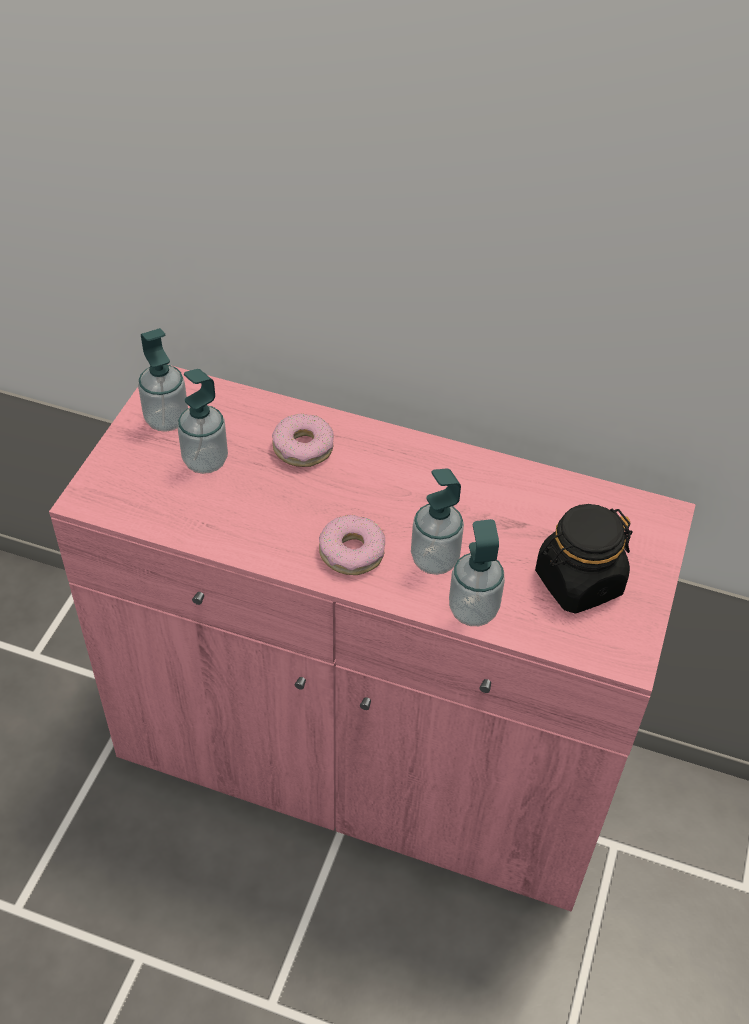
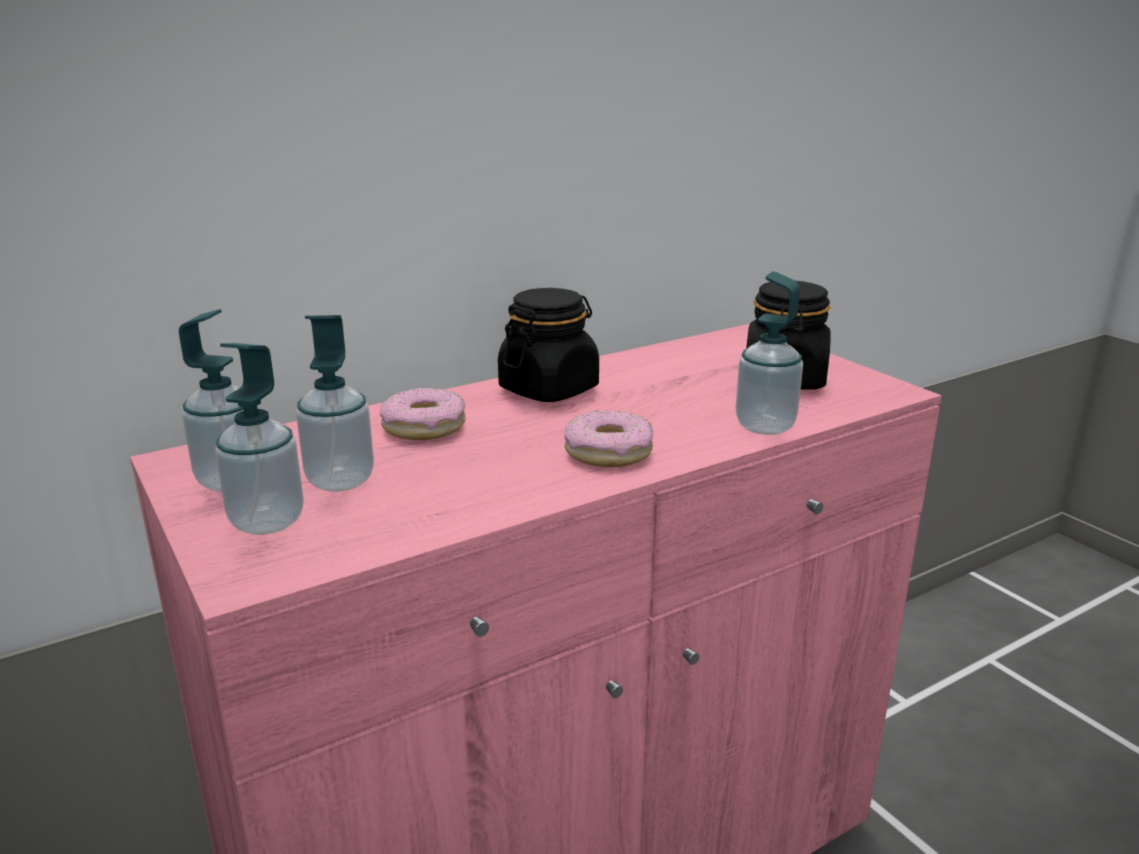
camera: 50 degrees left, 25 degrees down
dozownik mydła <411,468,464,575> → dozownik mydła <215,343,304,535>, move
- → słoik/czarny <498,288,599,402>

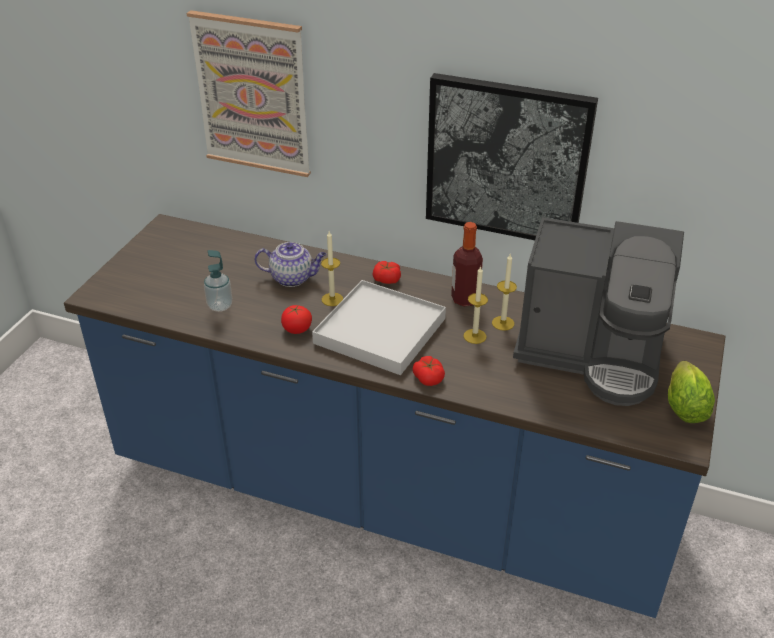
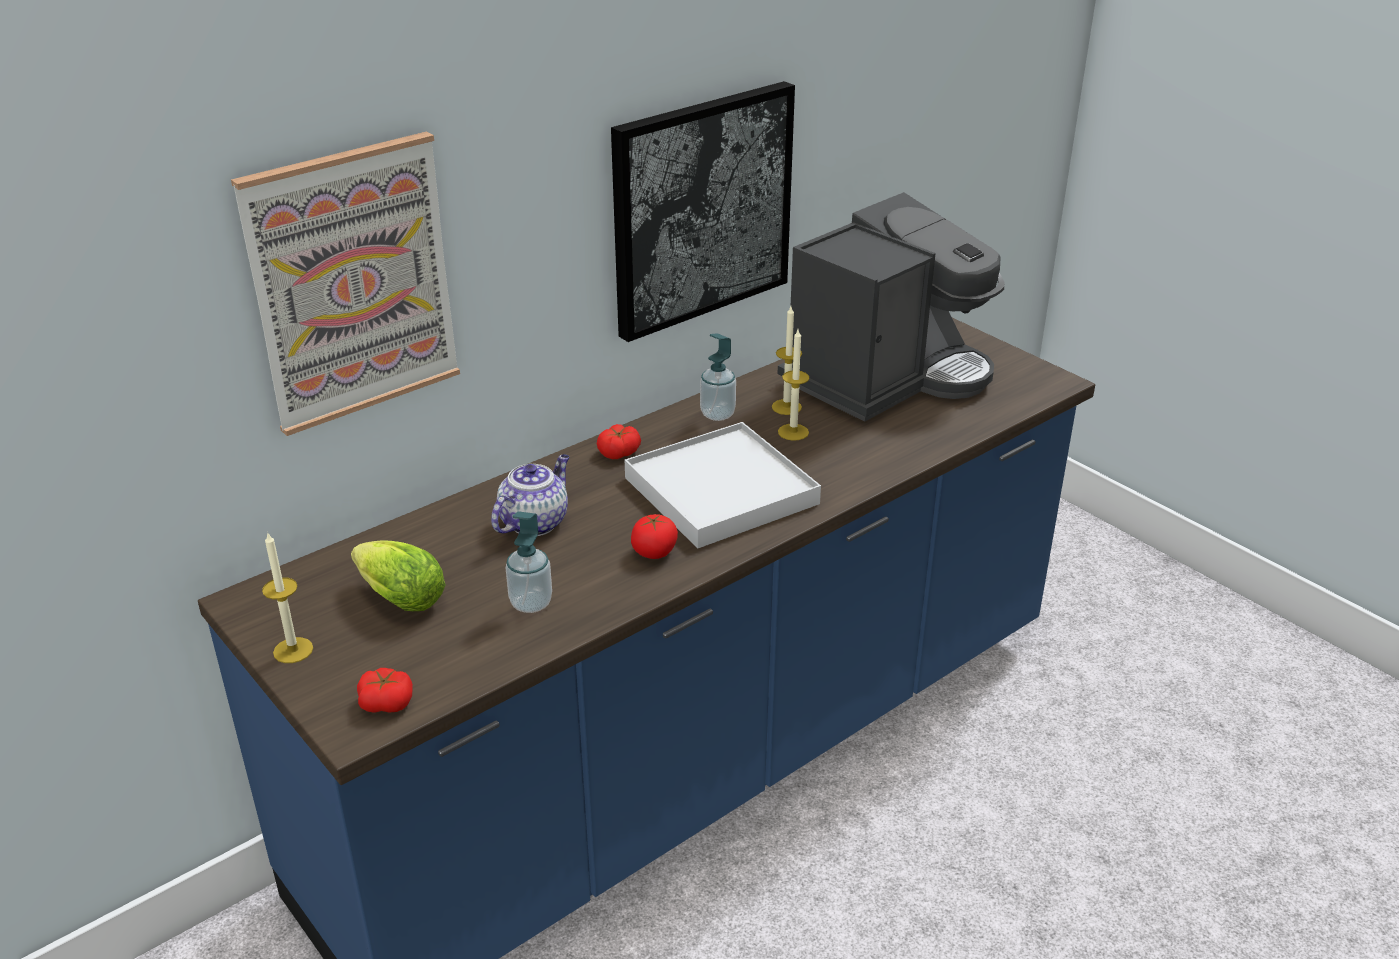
camera: 60 degrees left, 5 degrees down
świeca <321,231,343,306> → świeca <262,533,313,663>, move
sałata <668,361,715,423> → sałata <351,540,446,611>, move
pomidor <412,356,445,386> → pomidor <357,668,413,713>, move
butelka <451,222,483,307> → dozownik mydła <700,333,736,421>

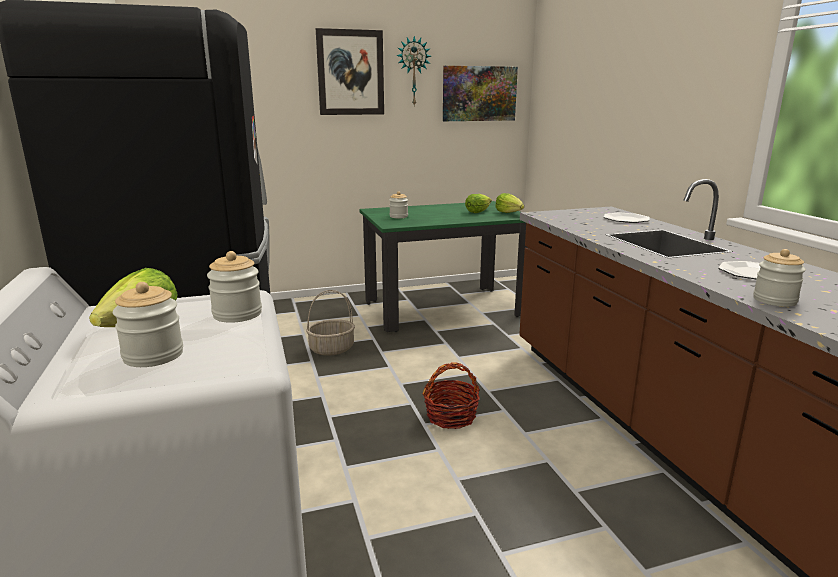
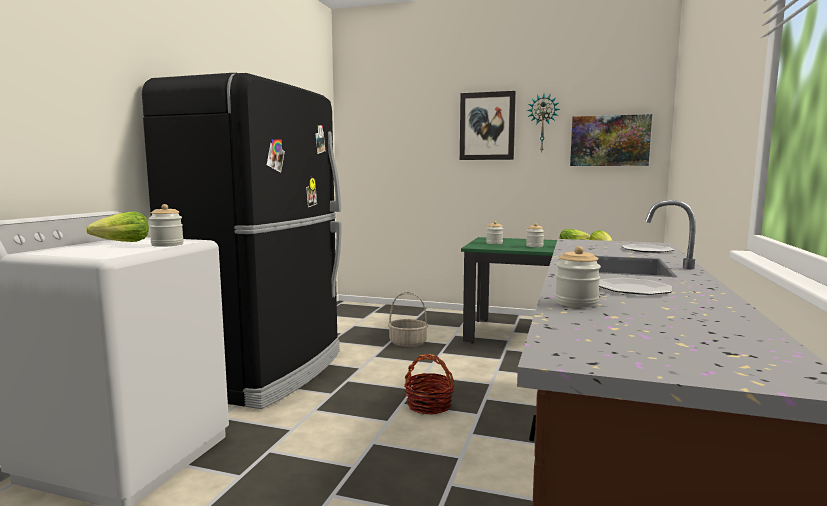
camera: 35 degrees right, 10 degrees down
słoik <113,282,183,367> → słoik <526,223,544,247>, move

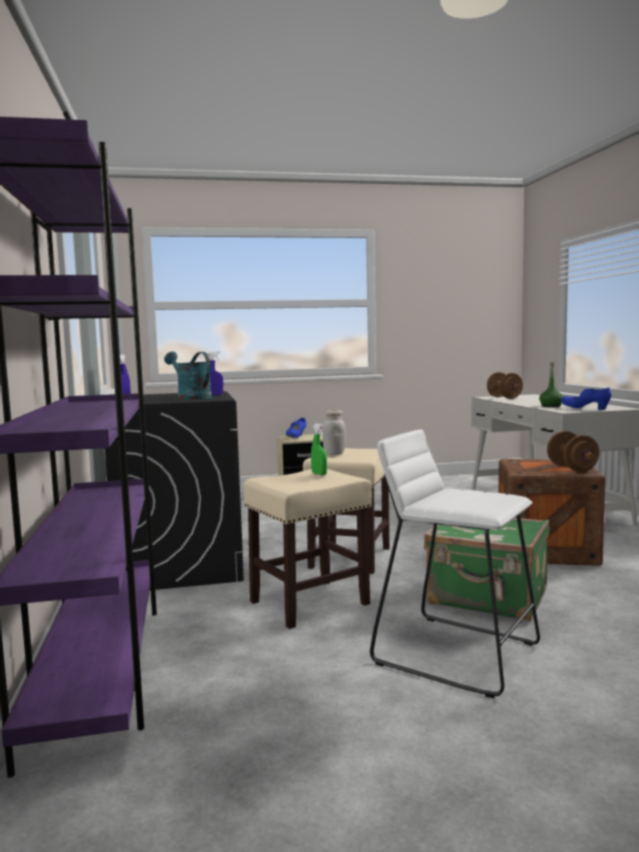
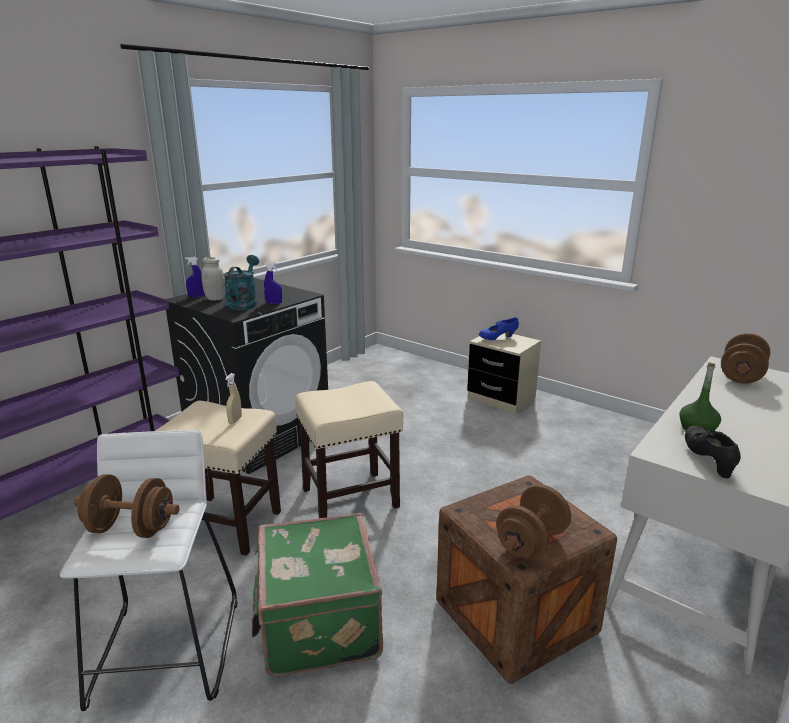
camera: 50 degrees right, 15 degrees up
- → hantel/brązowy <74,474,179,538>
słoik/biały <322,410,346,455> → słoik/biały <201,257,225,301>, move
spryskiwacz/zielony <311,424,327,475> → spryskiwacz/beżowy <225,373,242,424>
but/niebieski <561,387,611,410> → but/czarny <685,425,741,478>

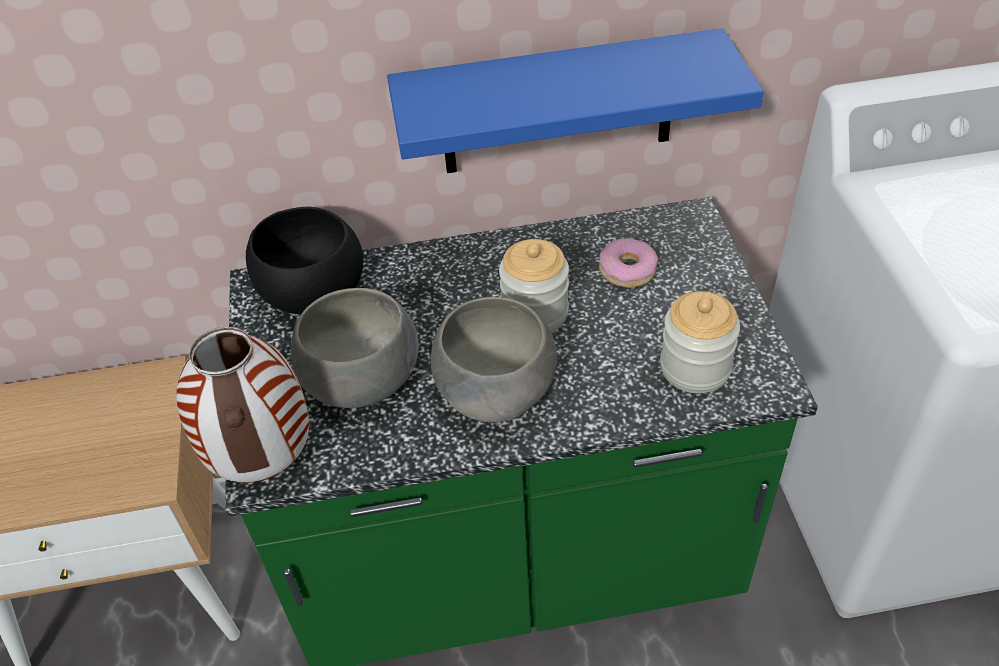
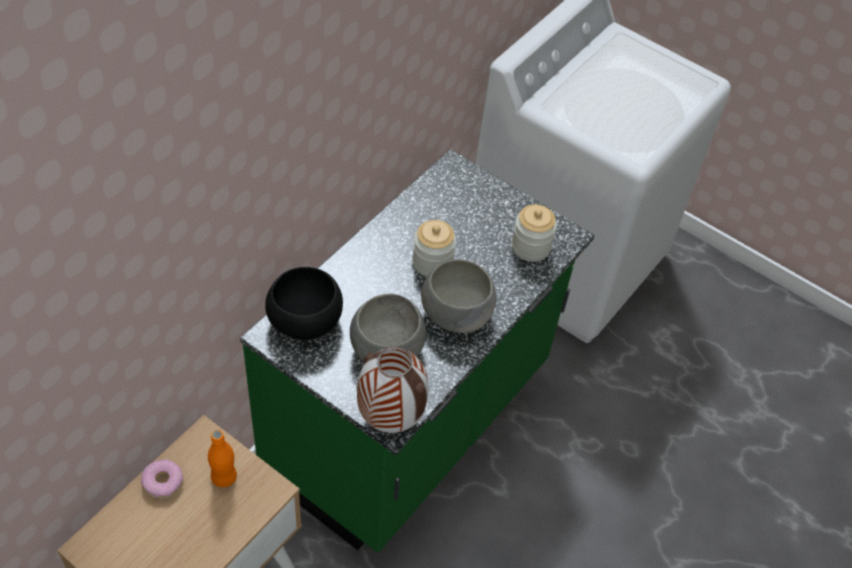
camera: 50 degrees left, 5 degrees up
donut <599,238,658,288> → donut <141,459,183,499>, move
- → butelka/pomarańczowy <208,430,237,487>
półka/niebieski <387,28,764,173> → -

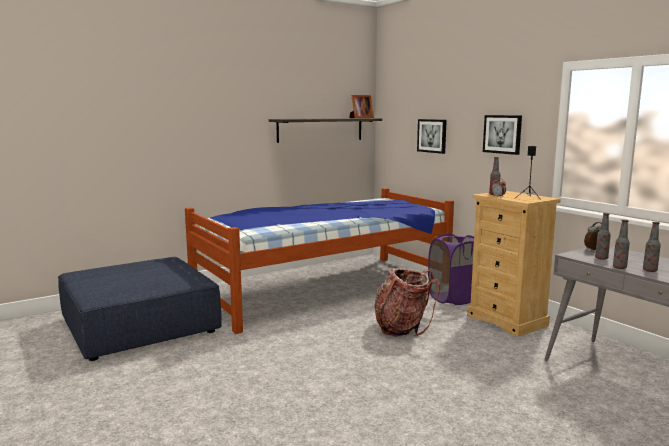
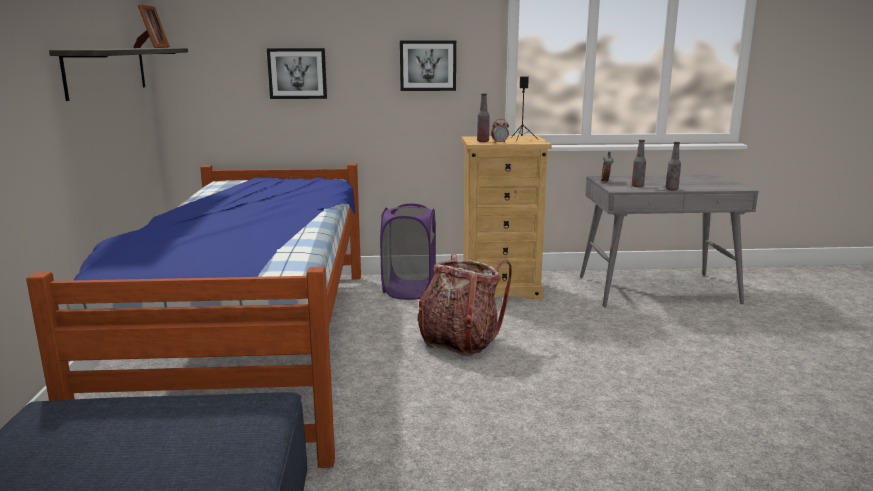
camera: 60 degrees left, 5 degrees up
butelka <643,222,661,272> → -

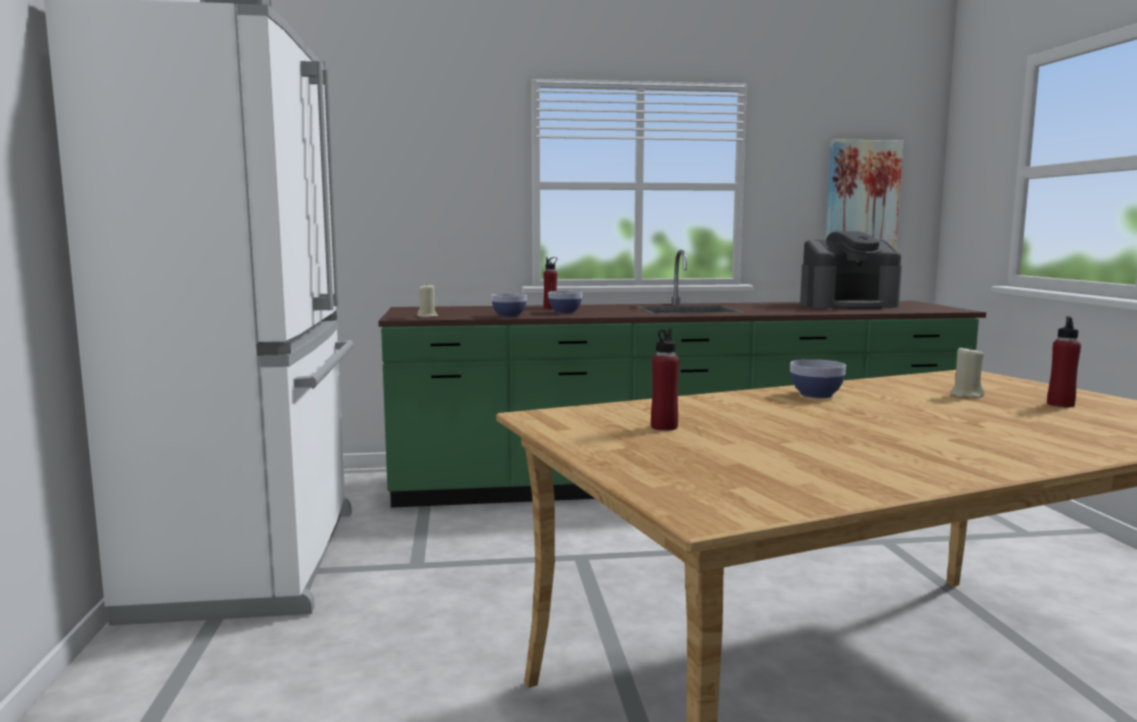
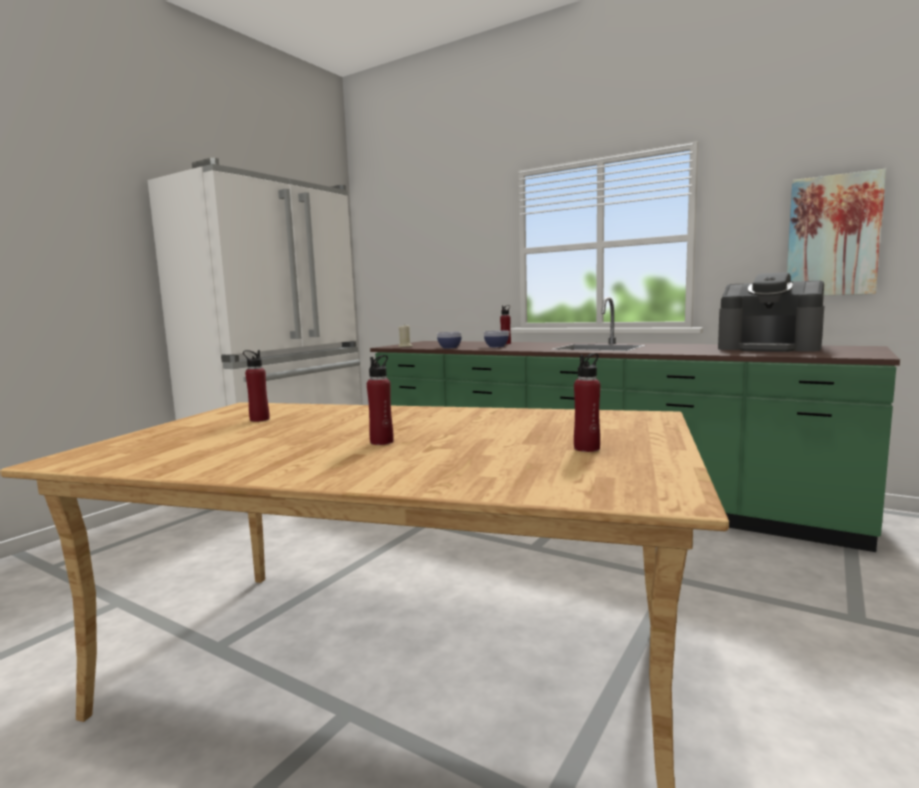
camera: 40 degrees right, 0 degrees up
- → butelka/czerwony <367,355,394,445>
miska <790,359,846,398> → -
świeca/beżowy <950,346,984,398> → -

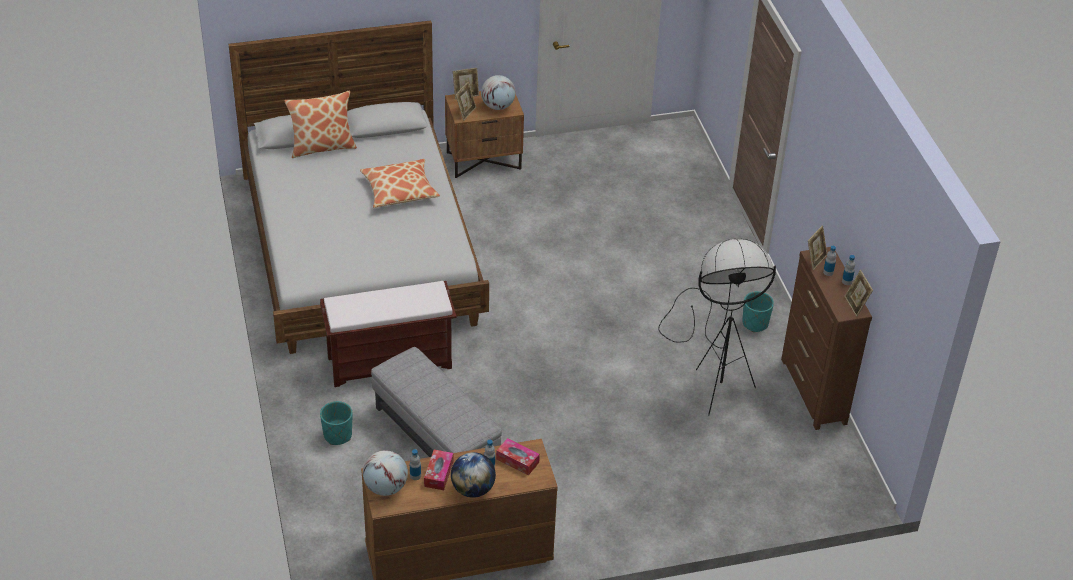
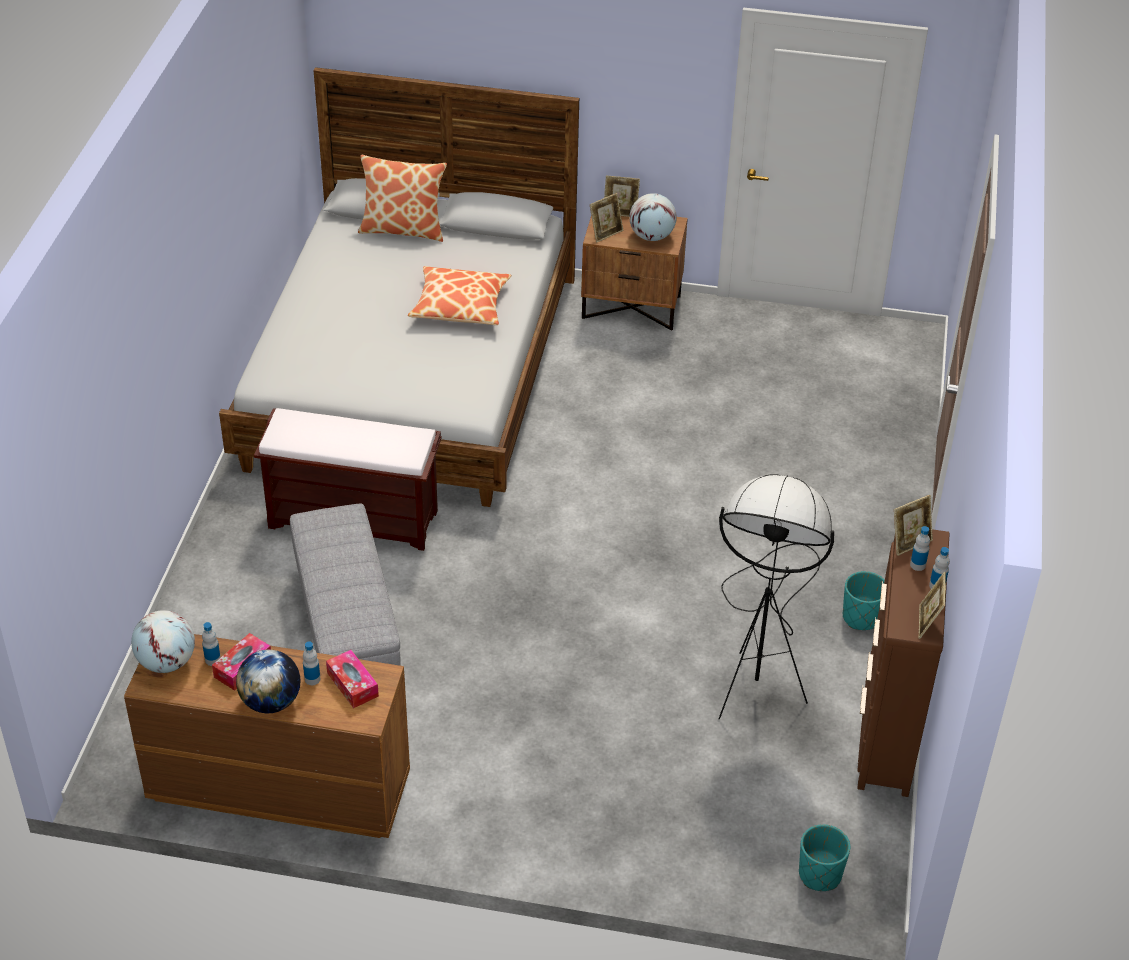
camera: 25 degrees right, 0 degrees up
donica/turkusowy <320,401,352,445> → donica/turkusowy <799,824,850,891>, move

